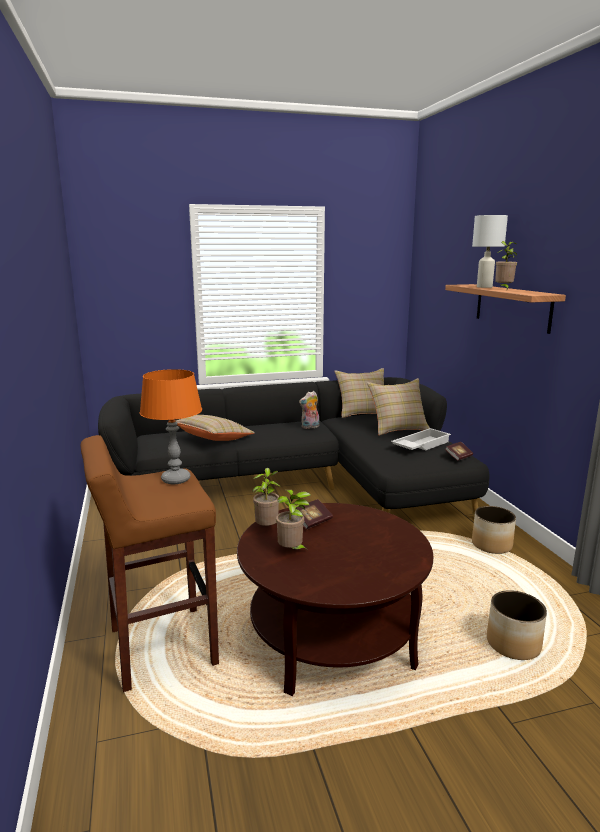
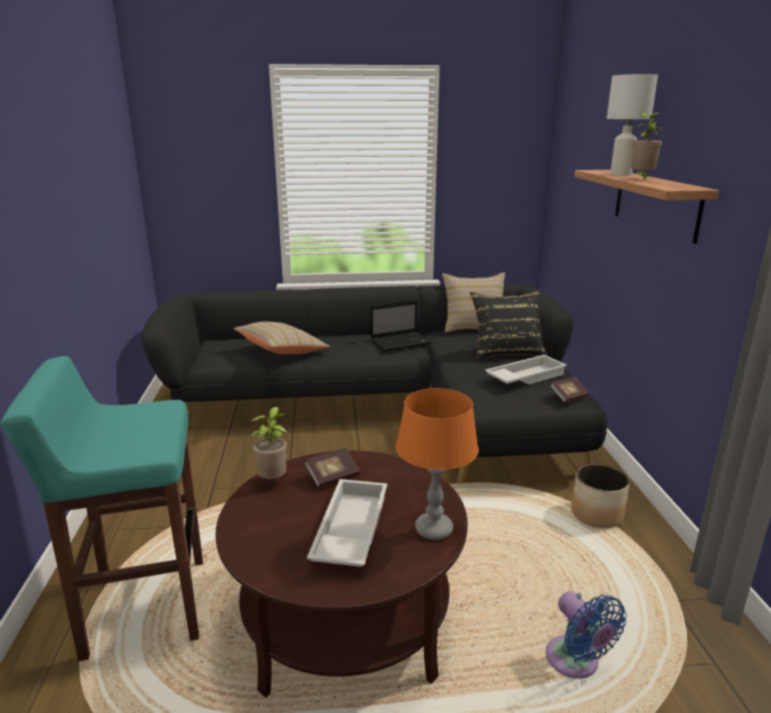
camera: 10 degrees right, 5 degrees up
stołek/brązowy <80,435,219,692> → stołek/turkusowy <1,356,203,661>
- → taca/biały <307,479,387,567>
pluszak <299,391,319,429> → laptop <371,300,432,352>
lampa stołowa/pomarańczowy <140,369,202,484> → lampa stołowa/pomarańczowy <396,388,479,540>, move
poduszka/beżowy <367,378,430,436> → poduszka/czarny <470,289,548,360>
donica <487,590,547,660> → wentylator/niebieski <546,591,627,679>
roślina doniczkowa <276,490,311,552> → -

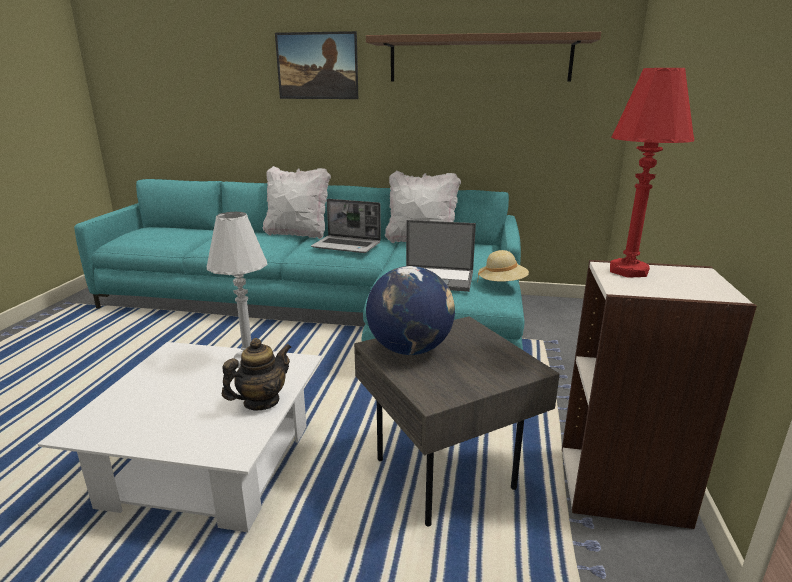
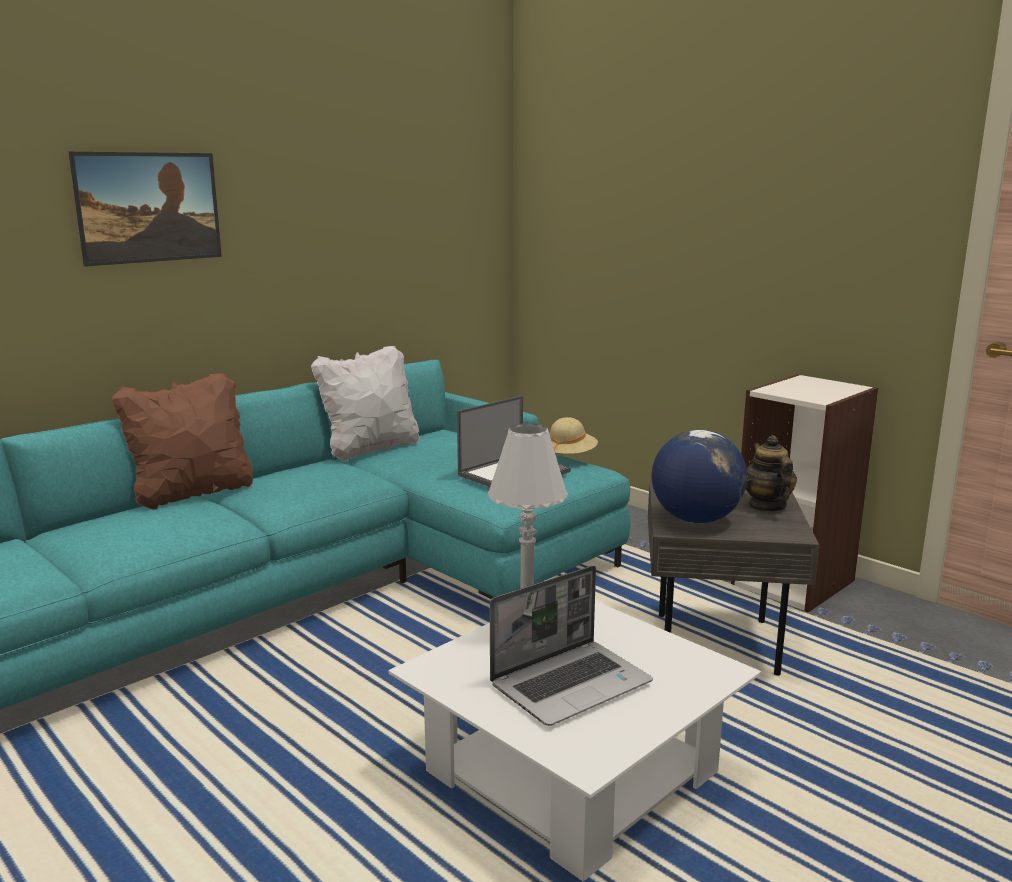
camera: 55 degrees left, 5 degrees down
poduszka/biały <262,166,331,239> → poduszka/brązowy <111,373,253,510>
laptop <311,199,381,253> → laptop <490,565,653,726>, move
imbryk <222,338,291,411> → imbryk <746,435,797,512>, move
półka/brązowy <366,32,601,81> → -
lampa stołowa/czerwony <610,68,694,278> → -

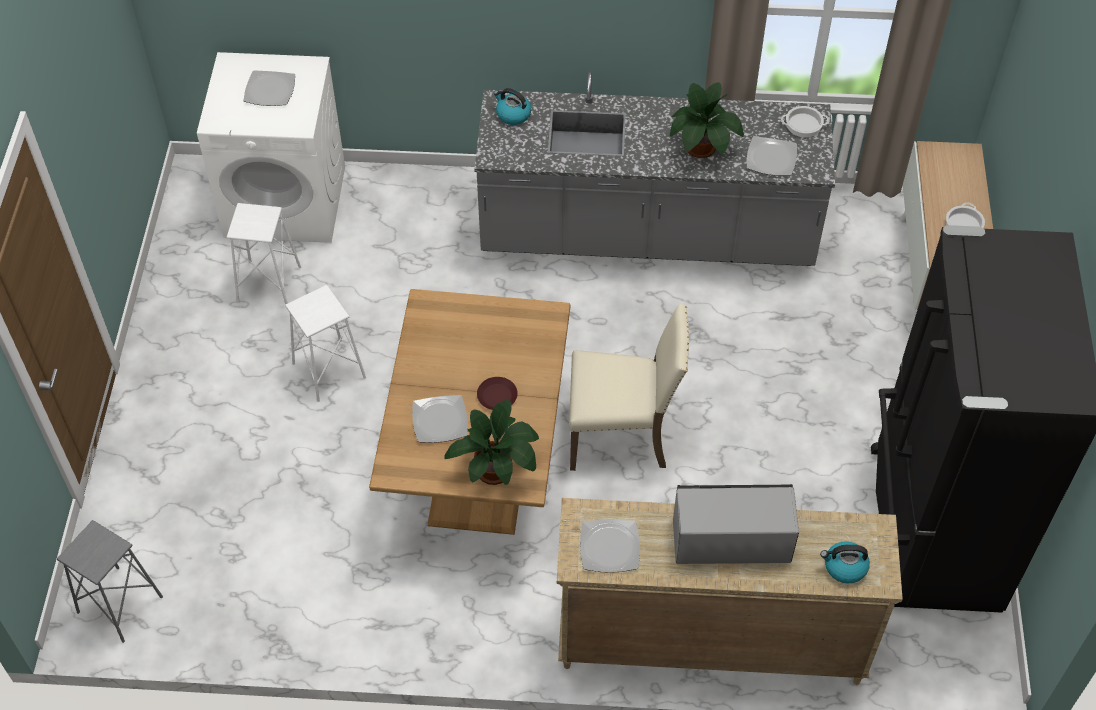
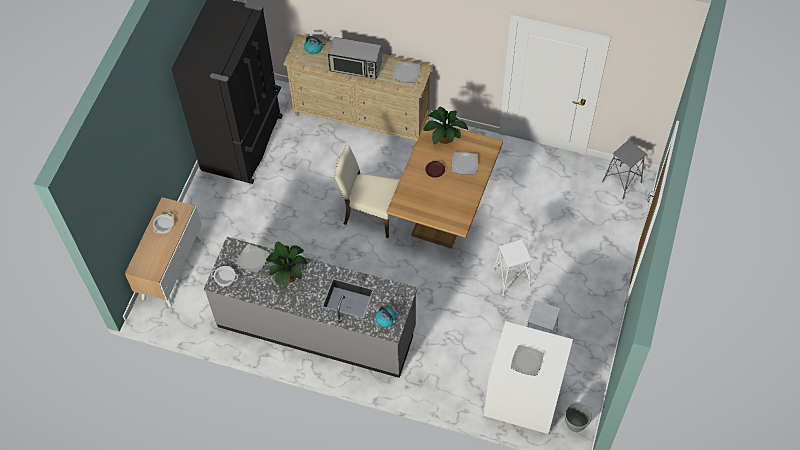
camera: 165 degrees left, 5 degrees up
- → donica/szary <565,402,592,432>

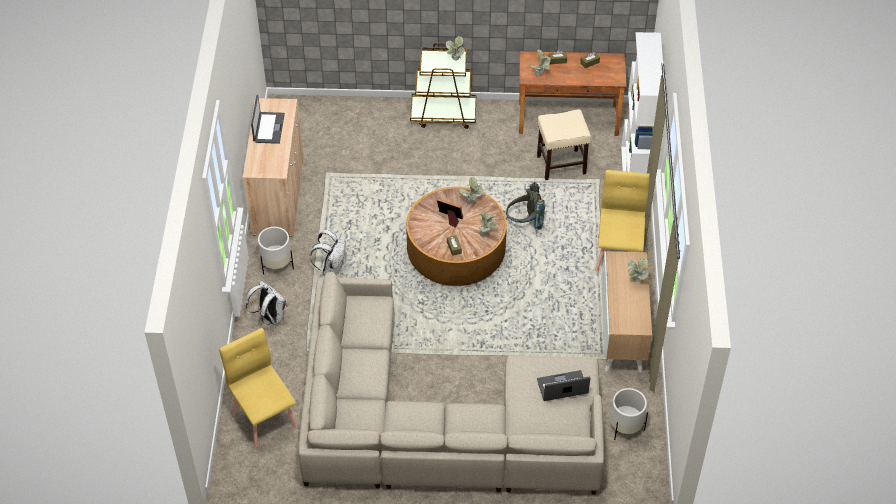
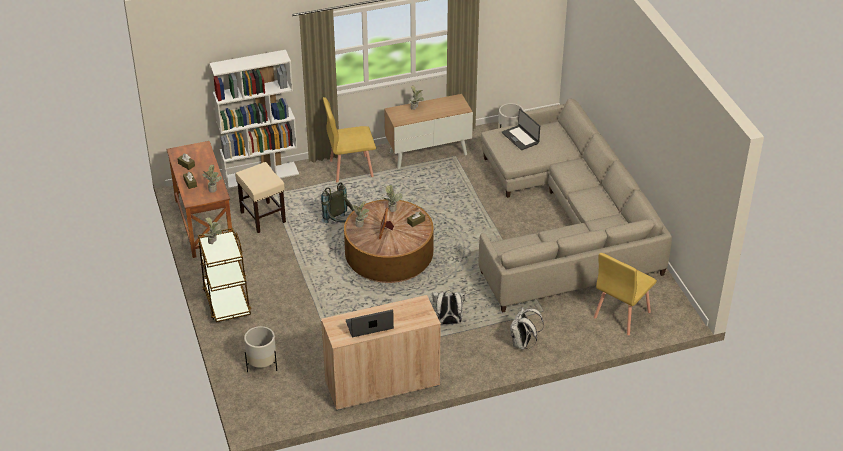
camera: 110 degrees left, 10 degrees down
donica/biały <258,227,294,275> → donica/biały <244,326,277,372>, move

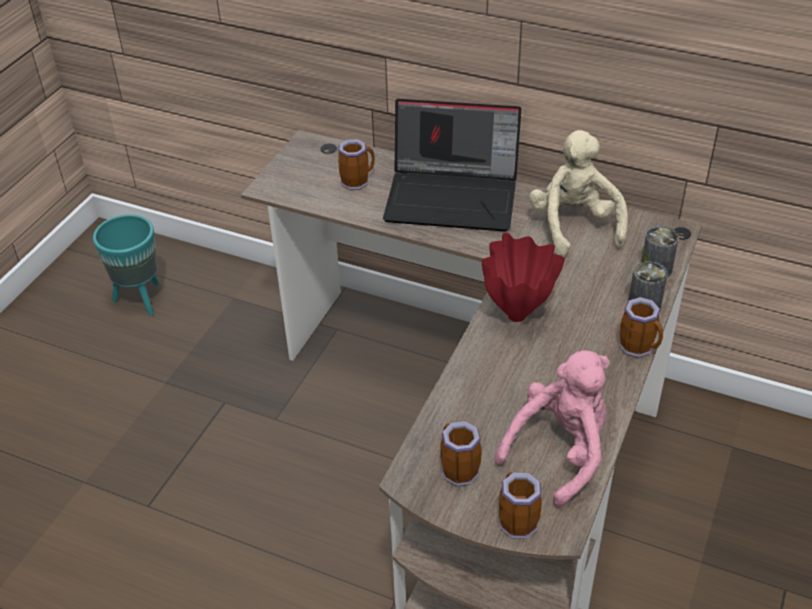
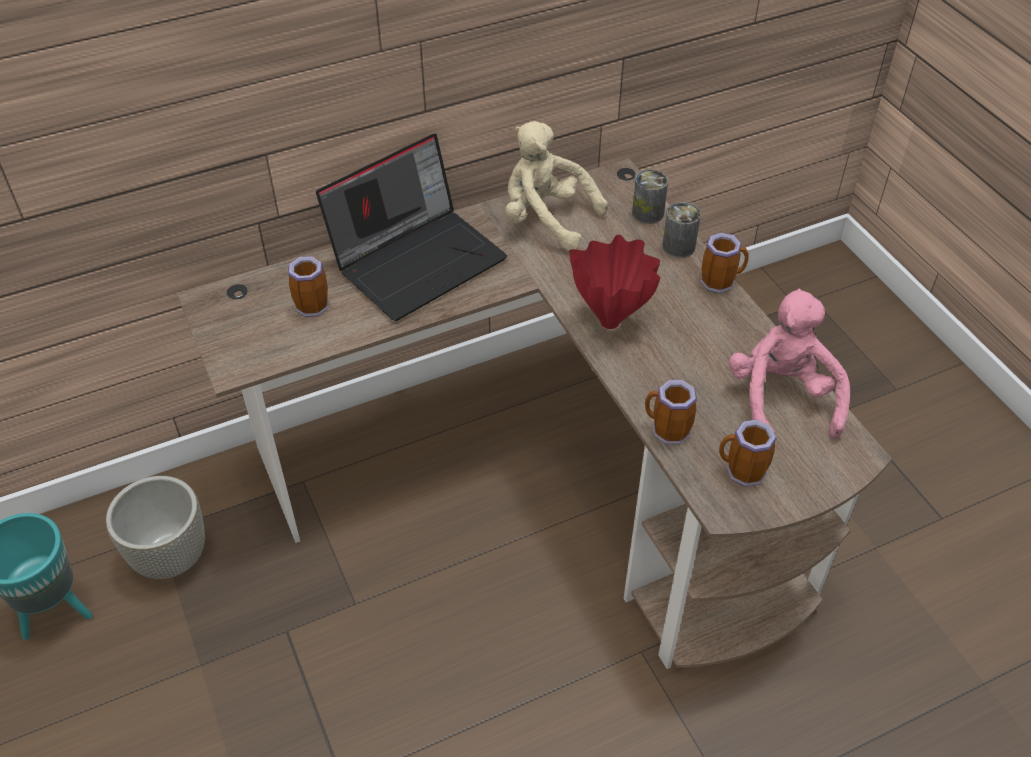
camera: 50 degrees left, 5 degrees up
- → donica/szary <106,476,205,579>
kubek <499,472,542,539> → kubek <645,380,697,445>, move

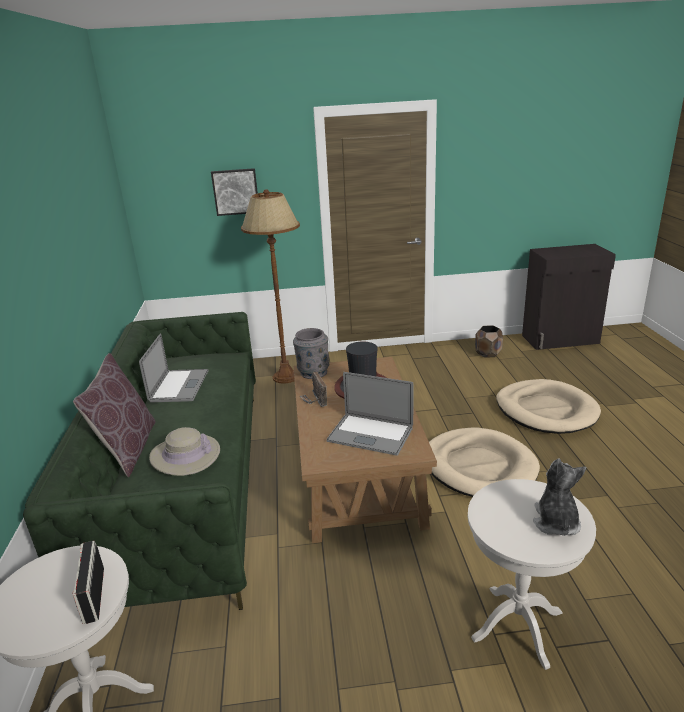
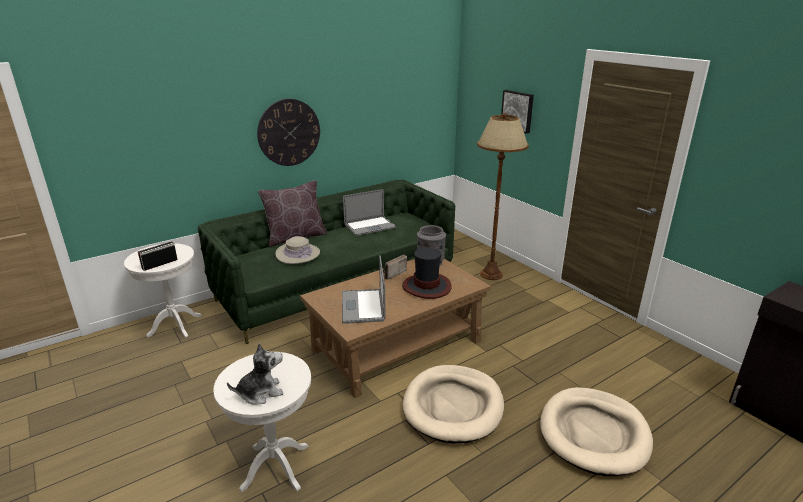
camera: 60 degrees right, 0 degrees up
- → zegar ścienny <257,99,320,166>
donica/brązowy <475,325,503,358> → -

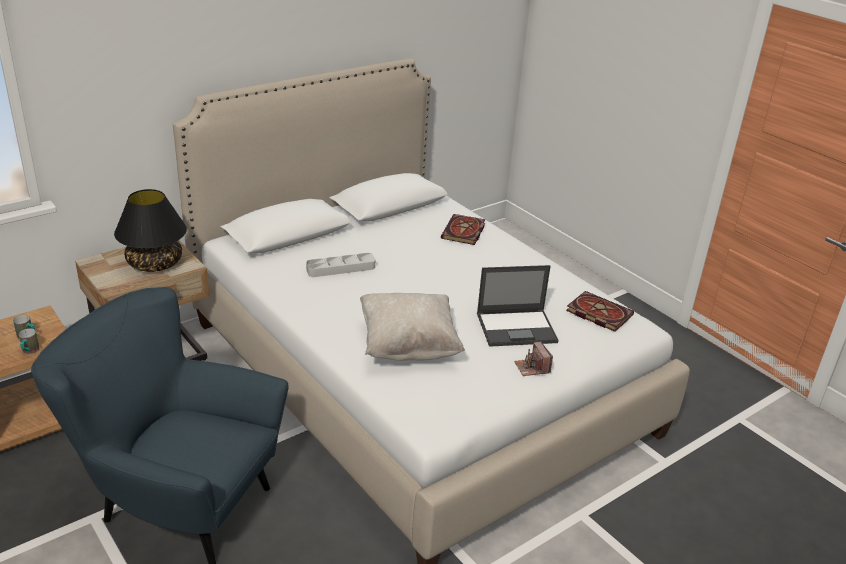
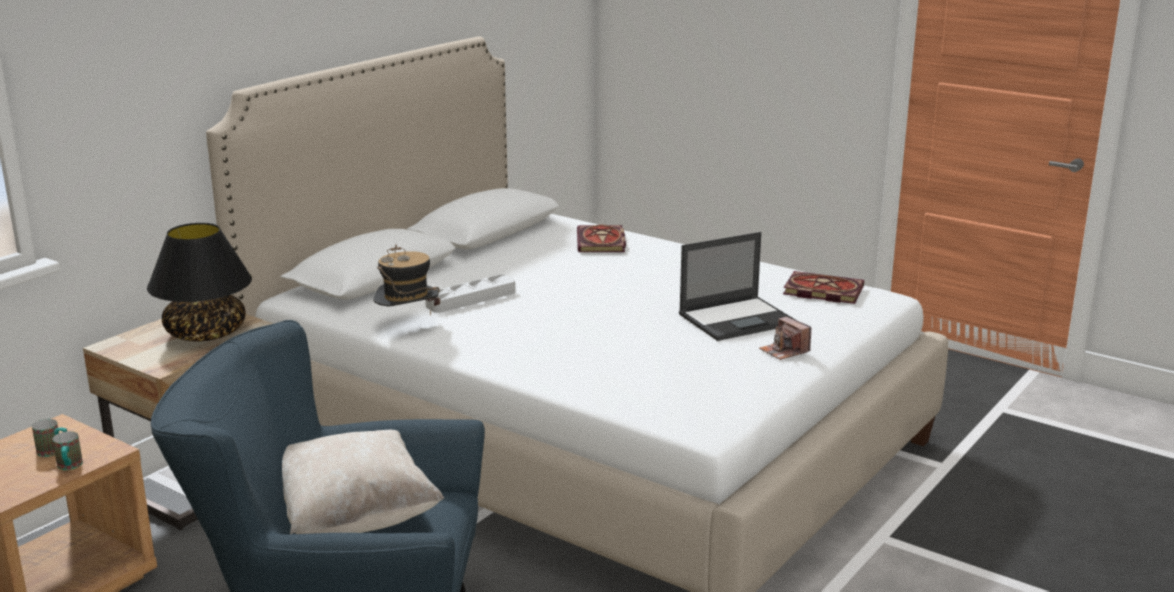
camera: 15 degrees left, 10 degrees down
poduszka/beżowy <360,293,465,361> → poduszka/beżowy <282,430,444,534>, move
- → kapelusz <373,245,440,316>

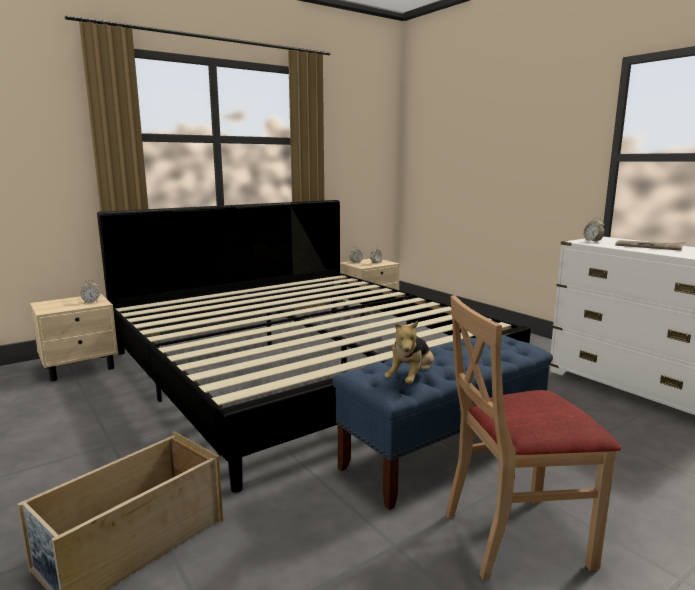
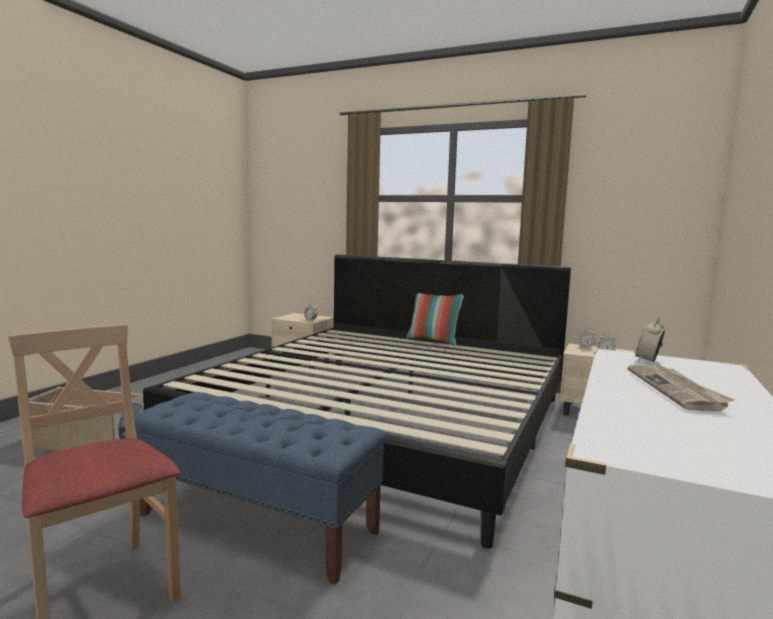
camera: 60 degrees right, 5 degrees down
- → poduszka <406,293,464,346>
pluszak <385,320,434,384> → -

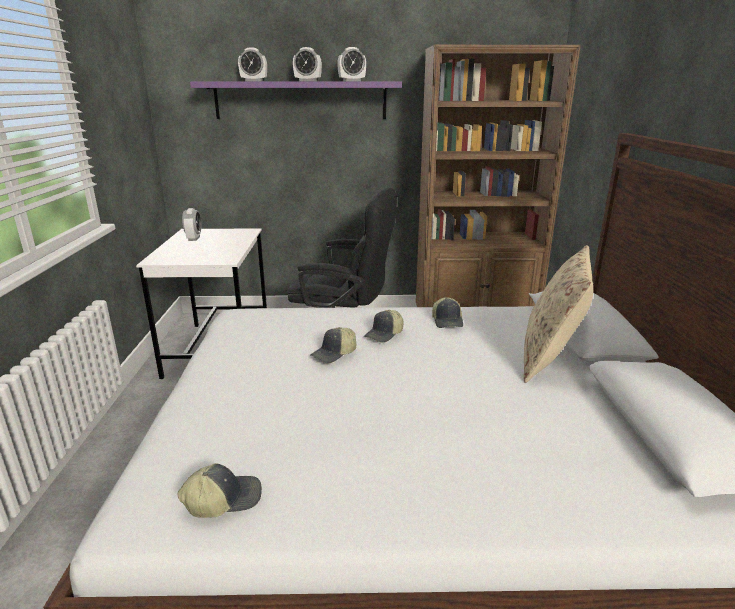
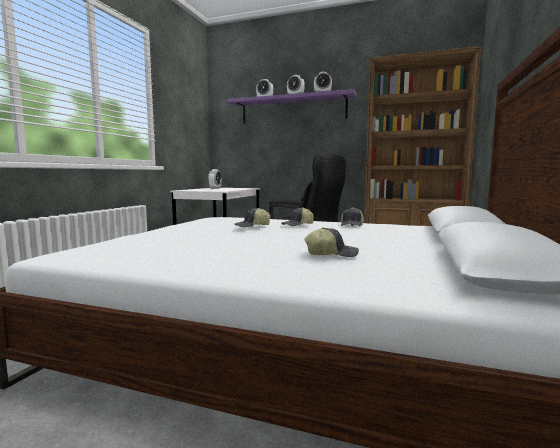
camera: 20 degrees right, 15 degrees down
czapka z daszkiem <177,463,262,518> → czapka z daszkiem <305,227,359,257>, move
poduszka/beżowy <523,245,593,383> → -

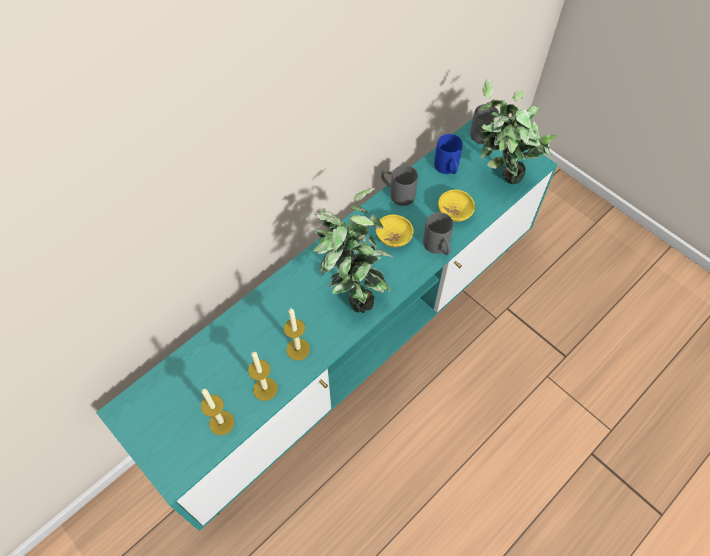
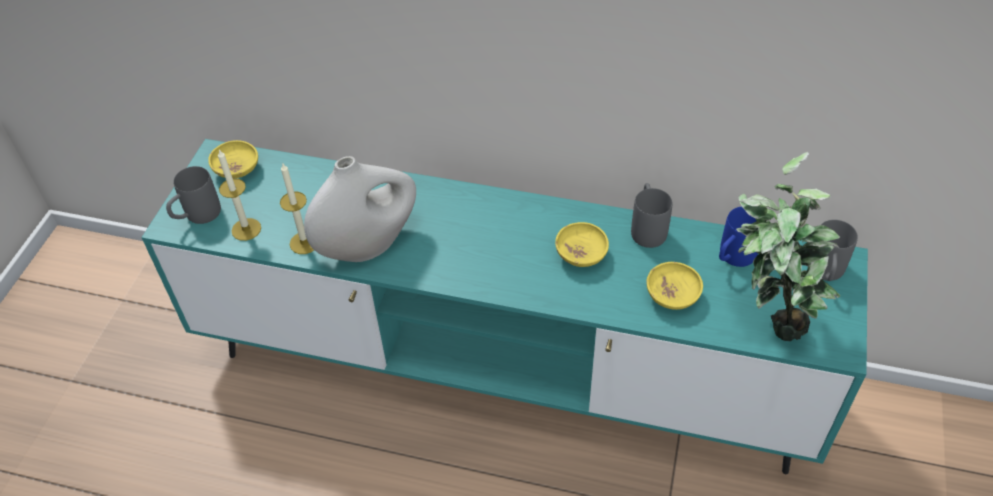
camera: 60 degrees right, 10 degrees down
kubek/szary <423,212,453,255> → kubek/szary <166,166,221,224>, move
- → miska/żółty <208,140,258,178>
świeca <284,308,310,360> → wazon/biały <304,156,416,262>
roślina doniczkowa <313,188,393,313> → -

